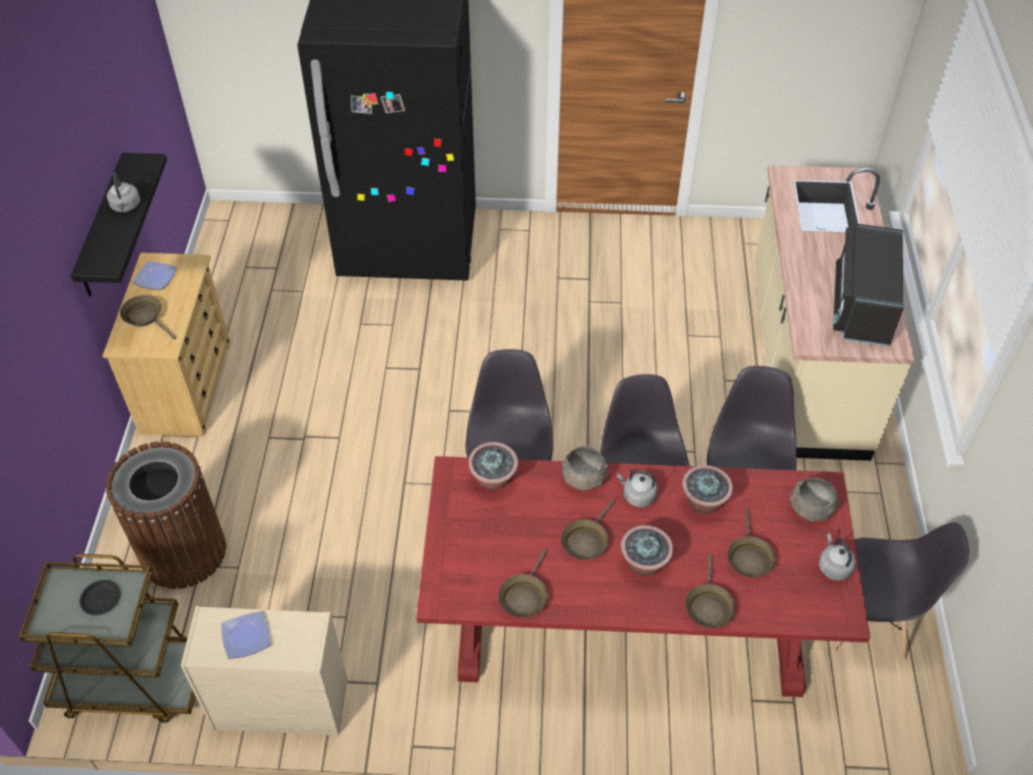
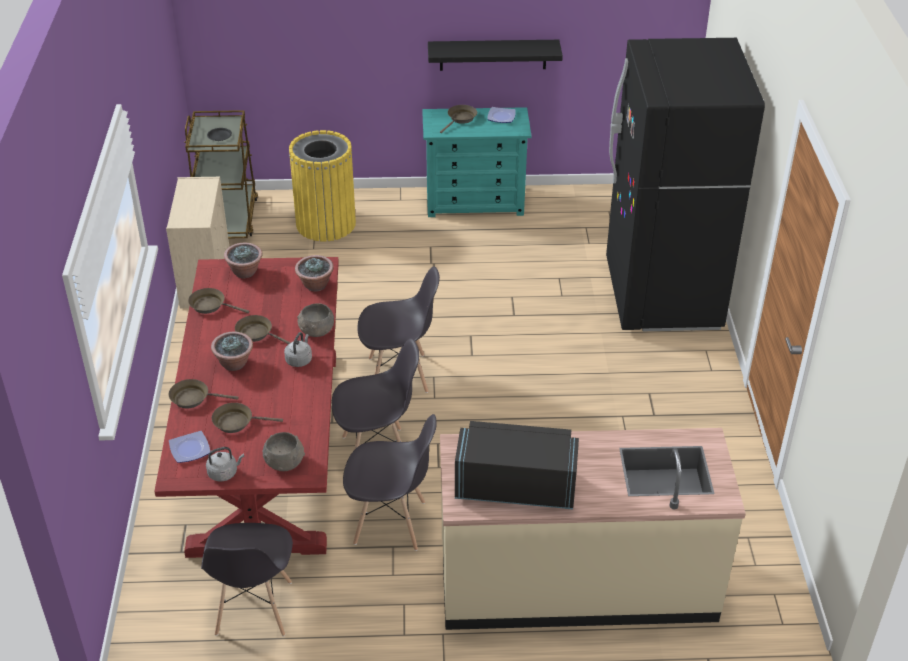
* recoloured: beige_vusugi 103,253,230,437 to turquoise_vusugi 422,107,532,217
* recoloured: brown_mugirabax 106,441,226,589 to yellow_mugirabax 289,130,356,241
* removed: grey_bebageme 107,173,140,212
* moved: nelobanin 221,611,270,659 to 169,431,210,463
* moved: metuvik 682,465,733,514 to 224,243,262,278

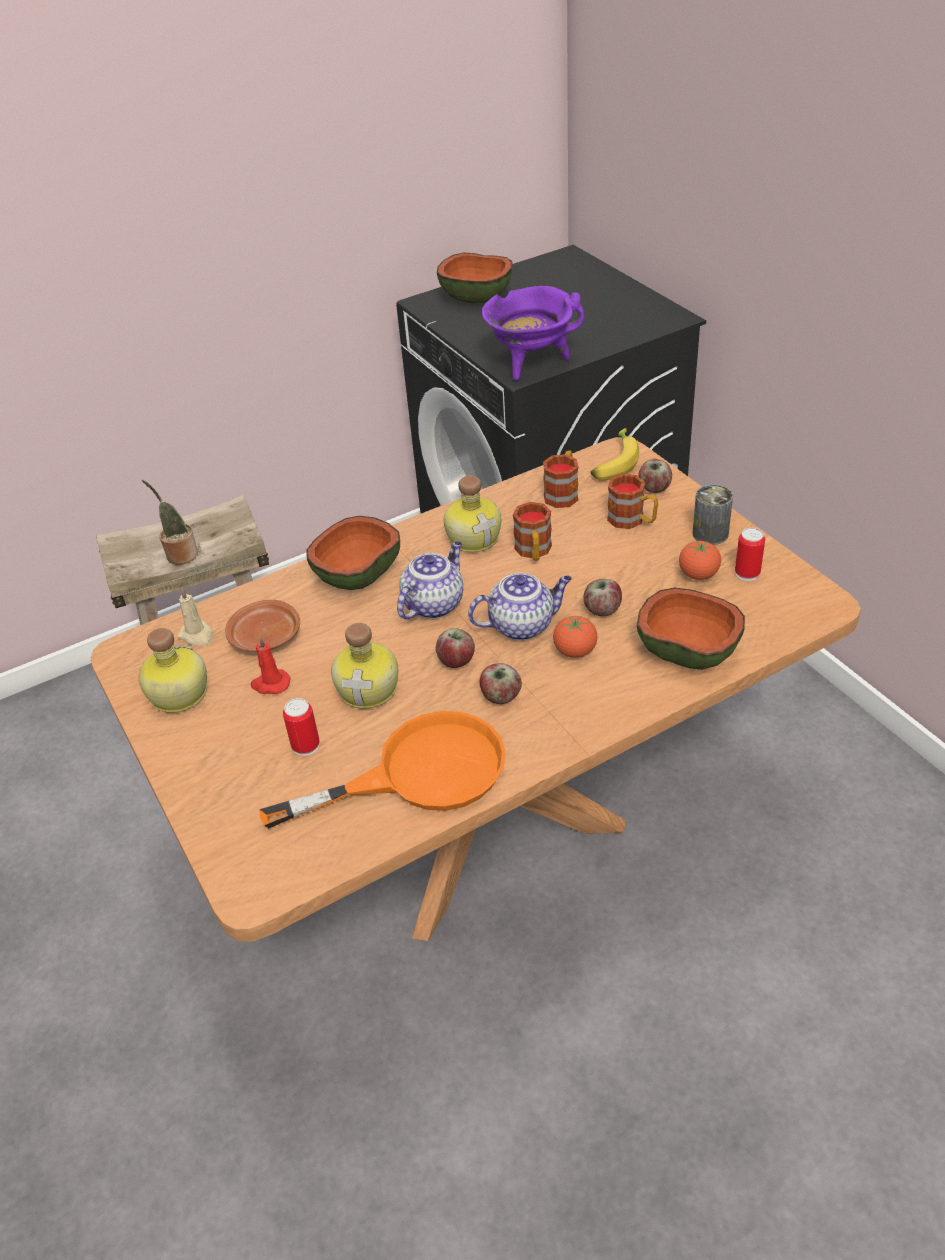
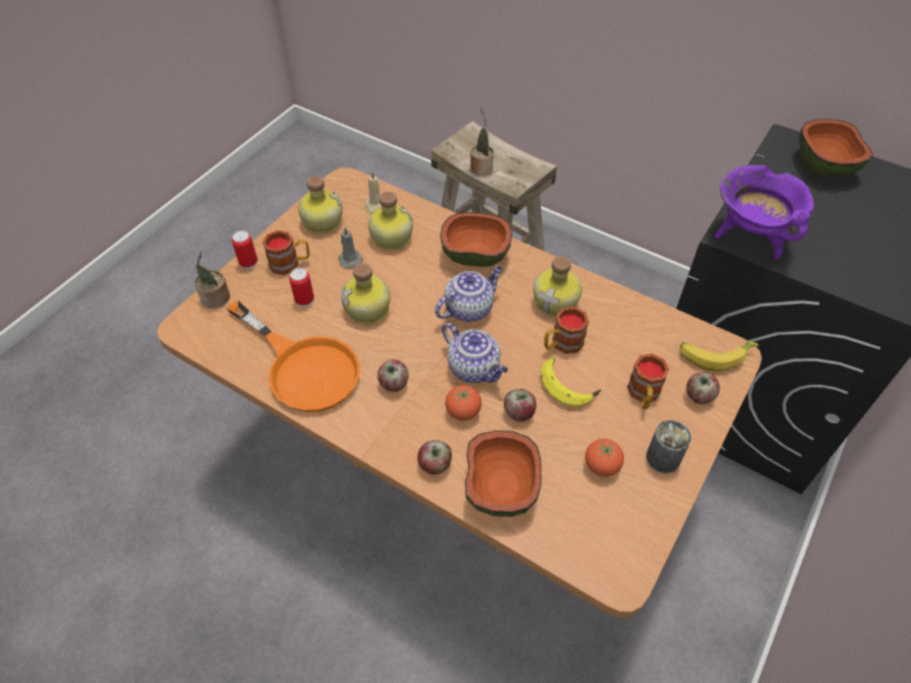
* replaced: brown_nelobanin 225,600,300,652 to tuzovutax 368,192,413,250
* recoloured: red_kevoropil 251,636,291,694 to grey_kevoropil 338,227,363,268
* turned: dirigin 397,541,463,619 = 435,266,503,322 45 degrees counterclockwise
* moved: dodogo 436,628,475,668 to 417,440,452,475
* moved: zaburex 543,450,578,508 to 262,230,310,275
* moved: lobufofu 735,528,765,581 to 232,231,258,269
* added: metuvik 195,251,230,308
* added: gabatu 541,358,601,406

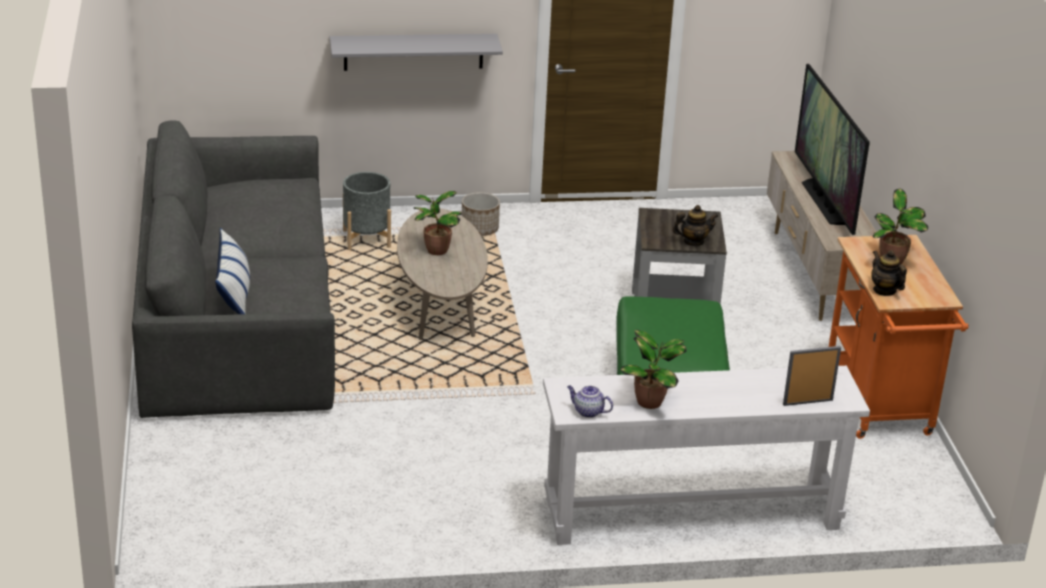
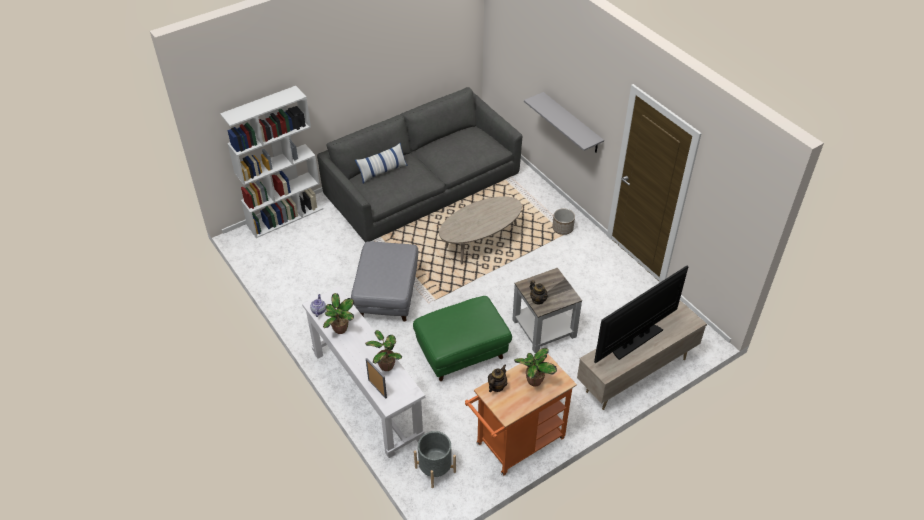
* moved: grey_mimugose 343,172,391,250 to 414,431,456,488
* moved: metuvik 413,191,462,255 to 365,330,402,371
* added: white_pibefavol 220,86,323,238
* added: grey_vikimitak 351,241,418,322

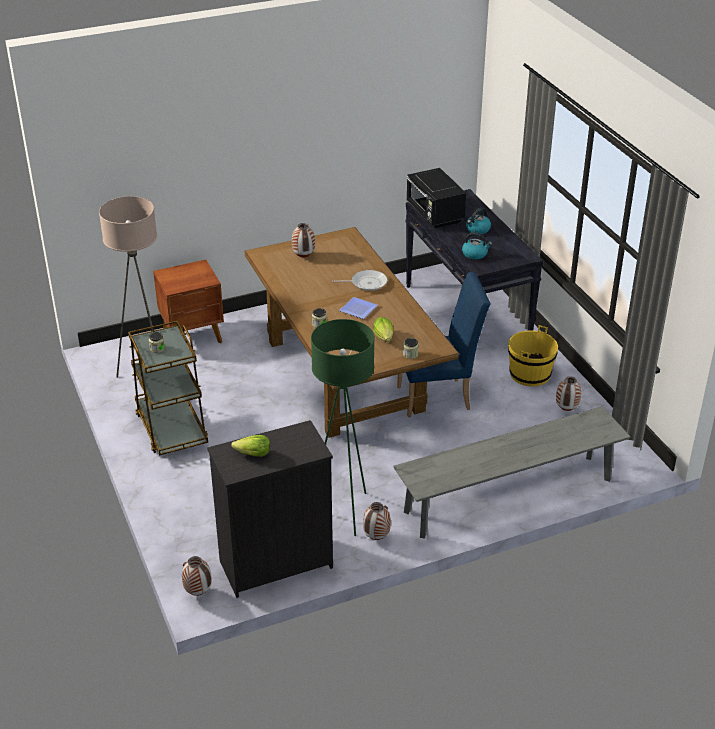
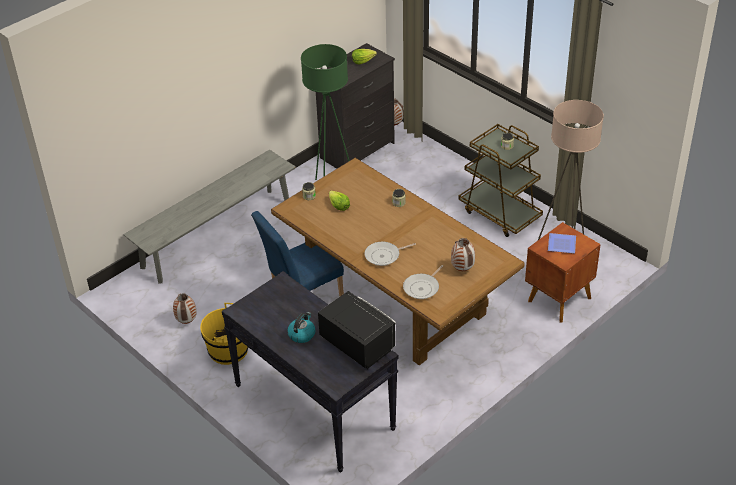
* moved: nelobanin 339,297,378,319 to 548,233,576,253
* removed: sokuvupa 363,502,391,540
* removed: bebageme 462,232,492,260
* added: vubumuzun 403,265,443,299

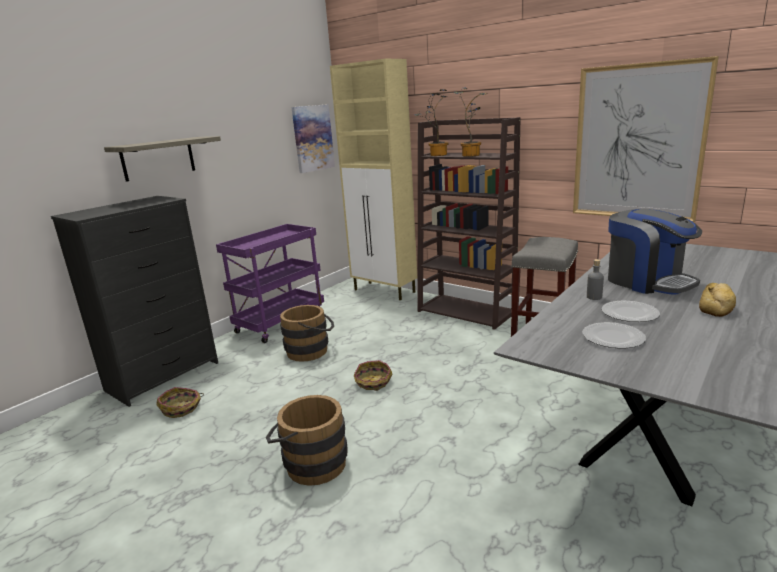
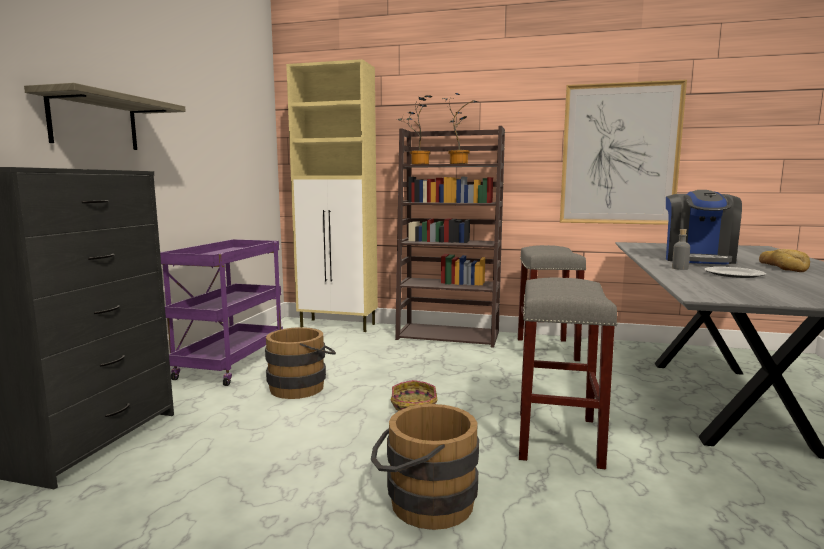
* removed: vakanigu 156,387,204,418
* removed: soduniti 291,104,335,173
* removed: nelobanin 582,322,646,348
* turned: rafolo 608,209,702,295 = 666,190,742,265 75 degrees clockwise
* added: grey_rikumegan 519,277,618,469

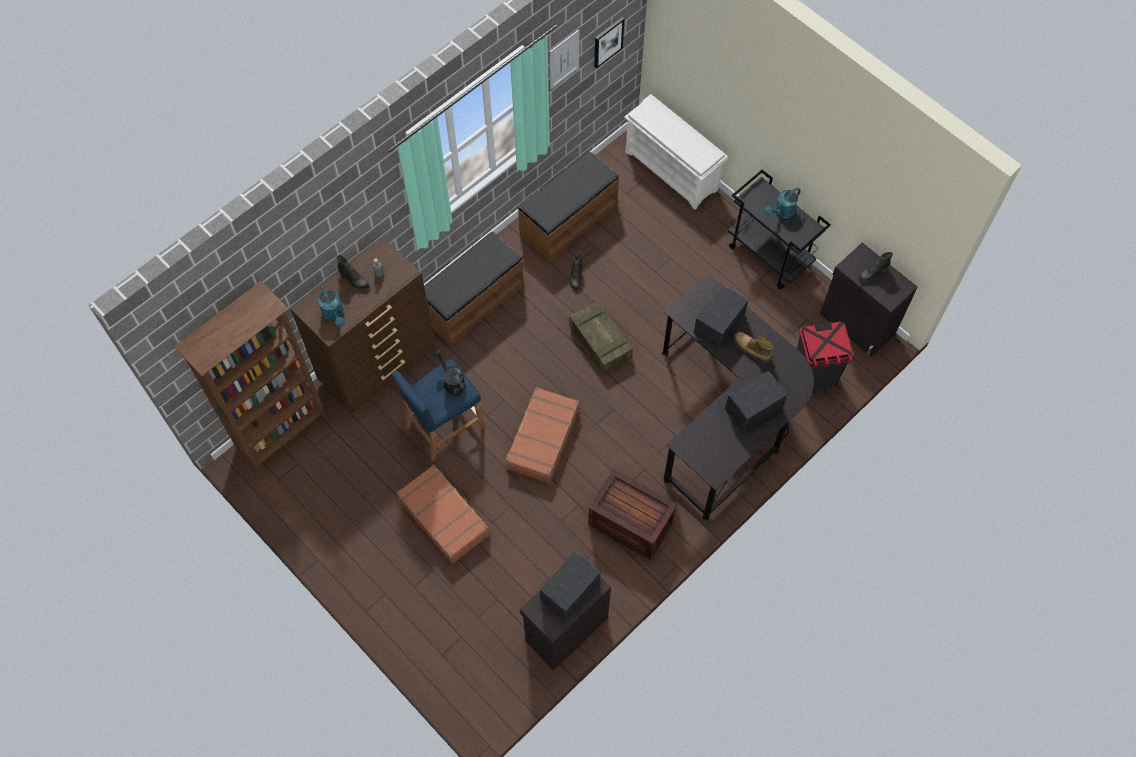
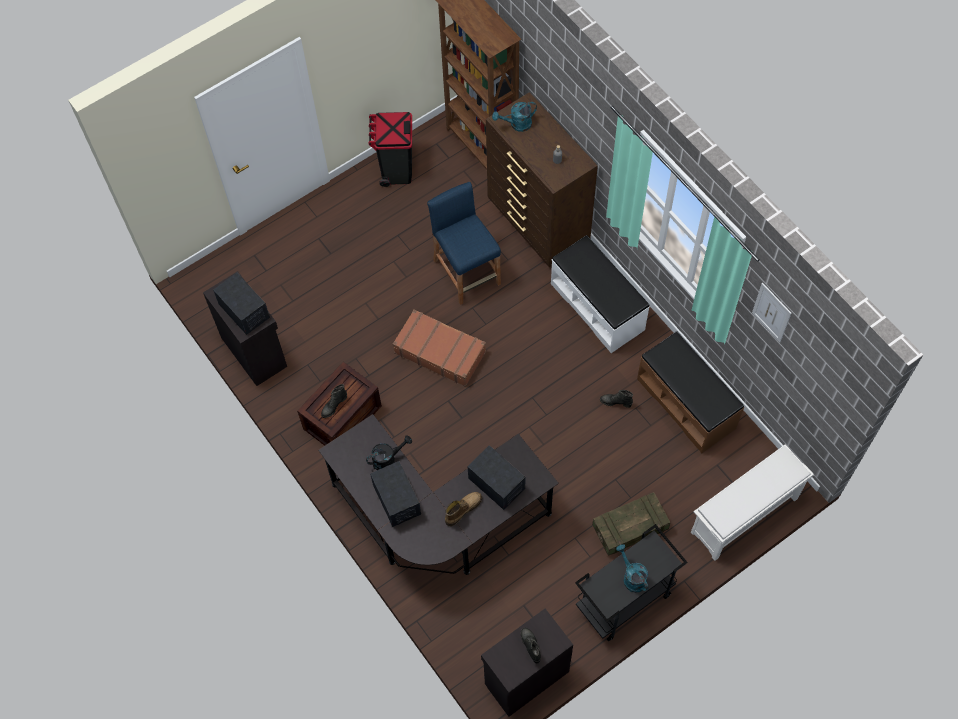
* moved: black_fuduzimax 336,255,369,290 to 321,384,347,418
* removed: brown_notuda 396,465,489,564
* recoloured: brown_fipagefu 424,231,524,346 to white_fipagefu 551,235,650,353
* moved: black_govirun 434,350,466,396 to 366,435,412,470
* moved: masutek 569,301,633,373 to 592,492,671,556
* removed: soduniti 594,17,625,69
* moved: black_mugirabax 797,322,853,391 to 368,112,412,187

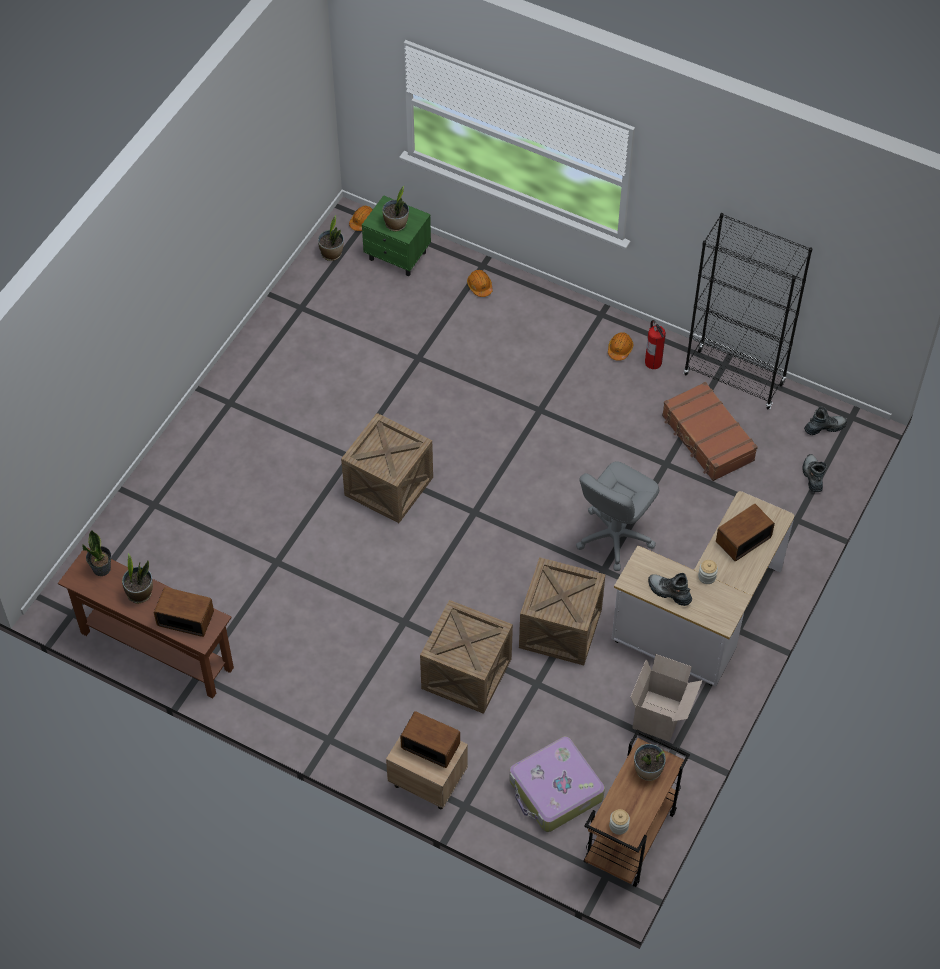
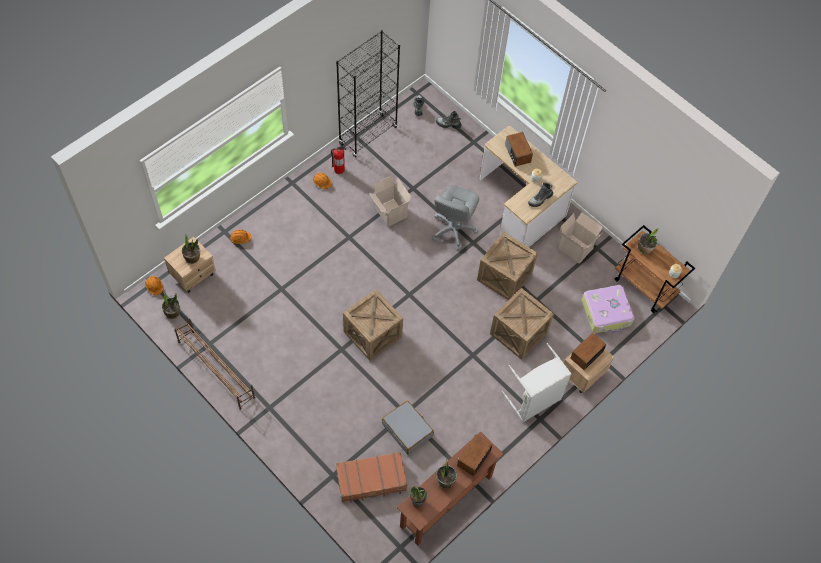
* recoloured: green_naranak 362,195,431,276 to beige_naranak 164,237,216,293
* turned: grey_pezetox 576,461,659,571 = 432,185,479,250 60 degrees clockwise
* moved: brown_notuda 662,382,758,481 to 336,452,407,503
* added: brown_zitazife 174,318,255,410
* added: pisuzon 369,176,411,227
* added: grey_notuda 382,400,434,455
* added: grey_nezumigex 502,343,571,422

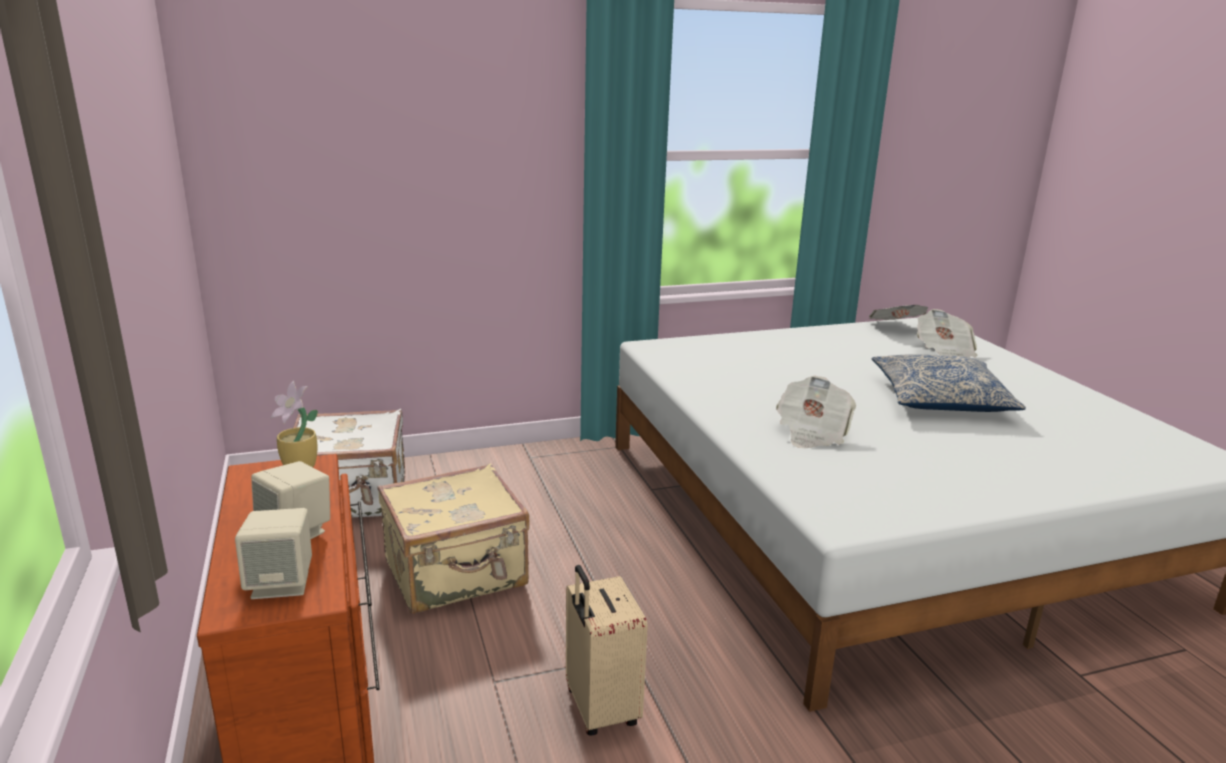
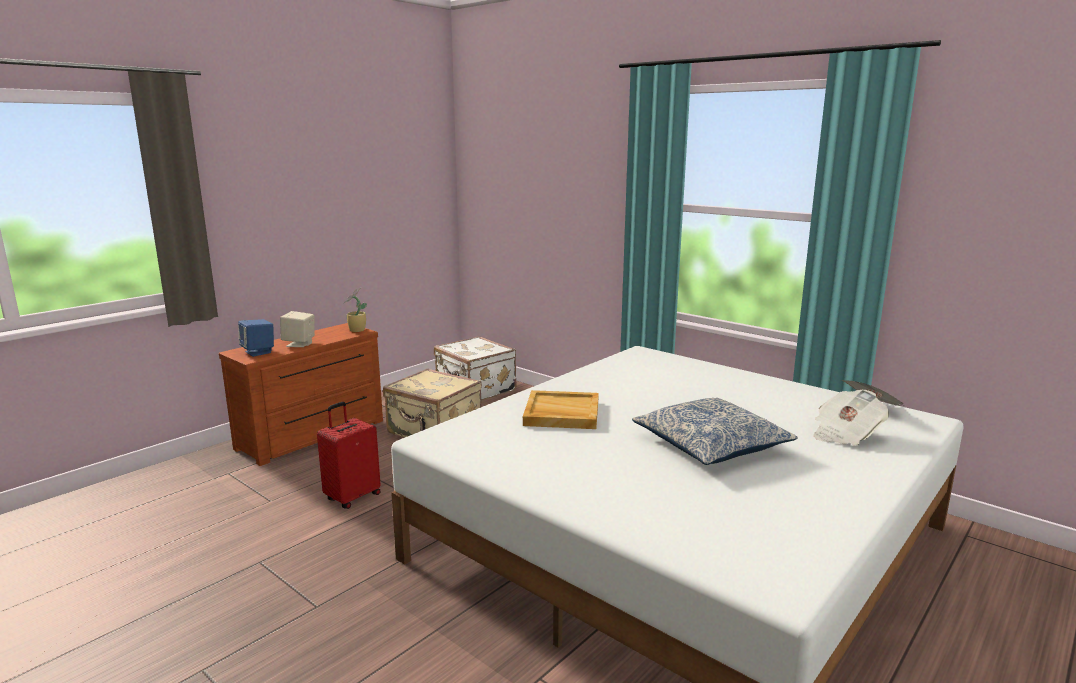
* recoloured: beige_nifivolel 235,508,312,599 to blue_nifivolel 238,319,274,357
* recoloured: beige_notuda 566,565,648,736 to red_notuda 317,402,381,509
* replaced: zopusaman 776,376,856,448 to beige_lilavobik 523,390,599,429

